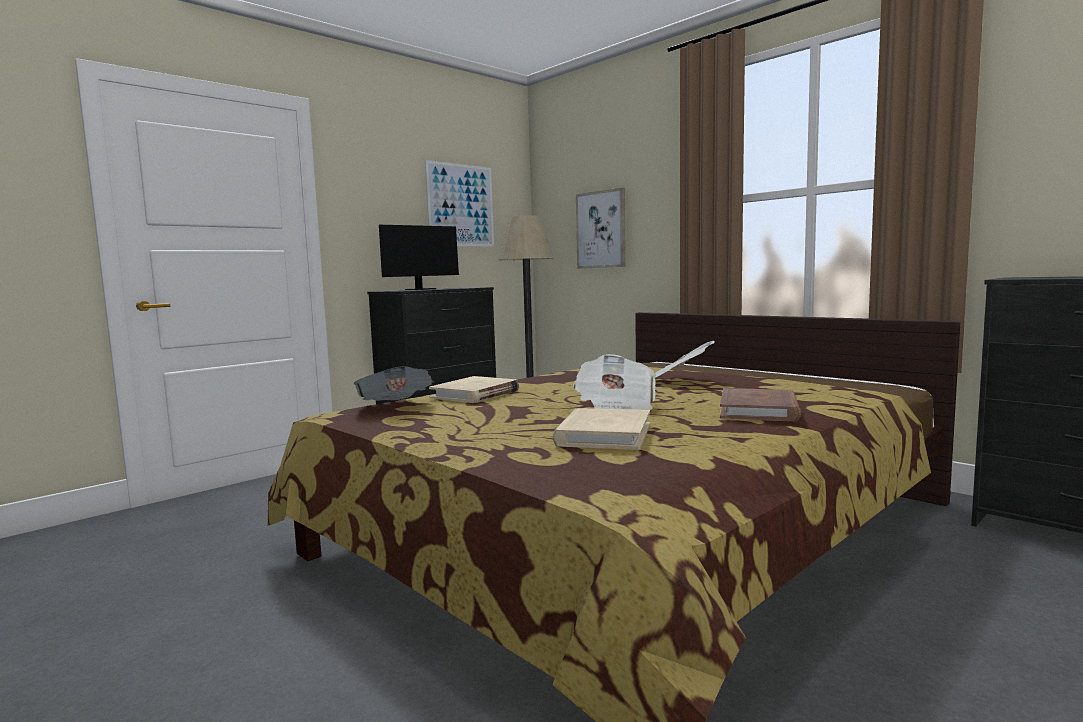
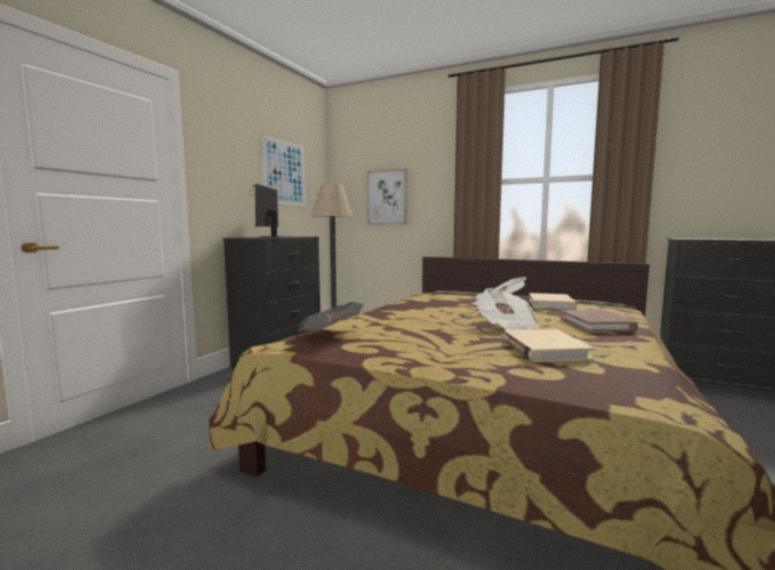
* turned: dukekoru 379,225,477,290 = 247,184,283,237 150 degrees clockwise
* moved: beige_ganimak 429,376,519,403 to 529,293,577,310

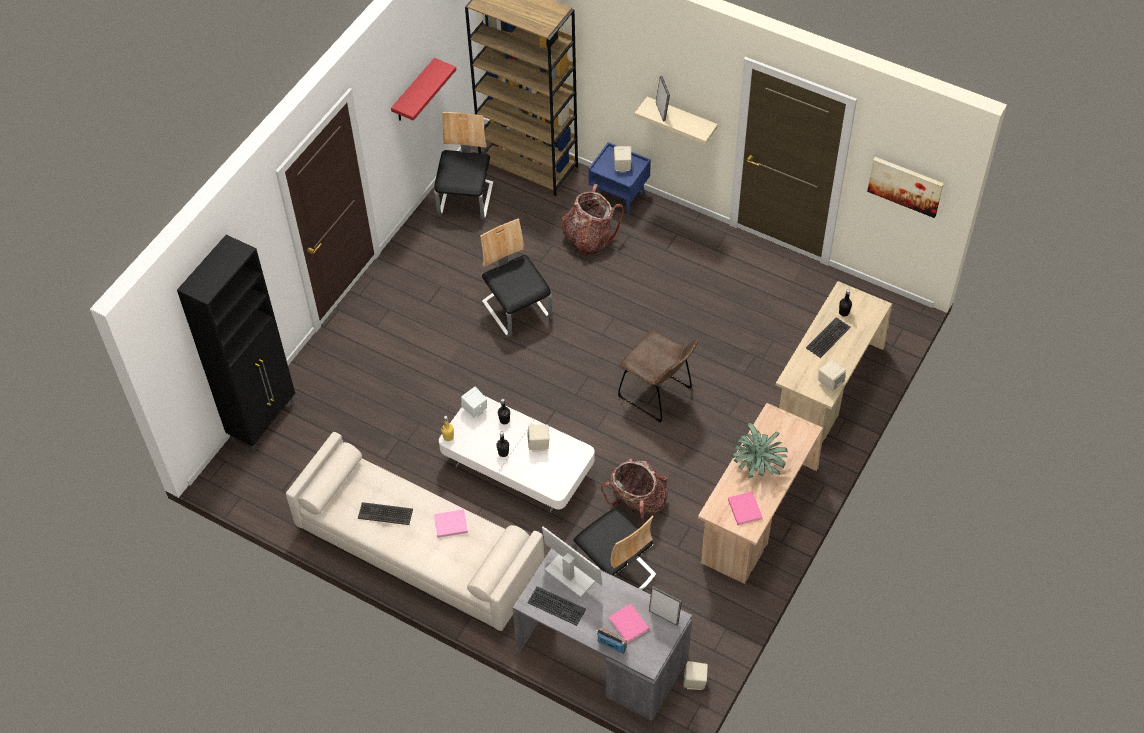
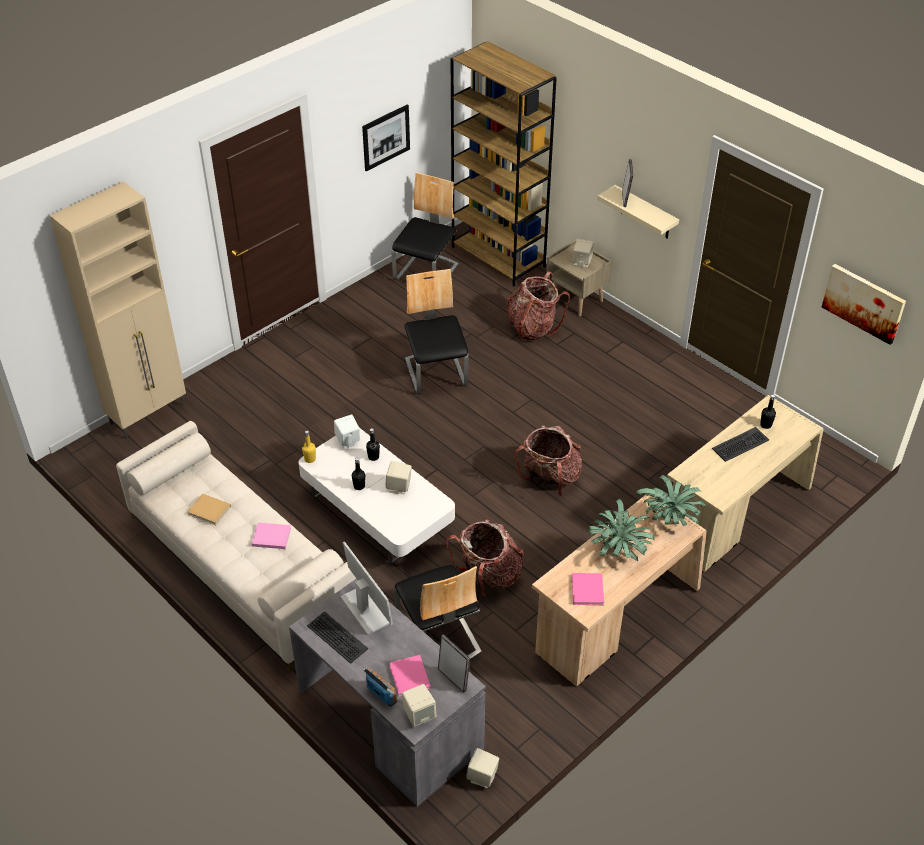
* recoloured: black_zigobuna 177,235,295,453 to beige_zigobuna 49,181,186,439
* replaced: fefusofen 358,502,413,525 to beige_ganimak 188,494,231,525
* replaced: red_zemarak 391,58,456,121 to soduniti 362,104,410,172
* recoloured: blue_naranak 589,142,651,216 to beige_naranak 546,240,612,316
* replaced: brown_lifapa 618,332,698,422 to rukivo 515,426,582,497
* moved: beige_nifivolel 818,360,846,392 to 402,684,436,727
* added: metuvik 636,475,706,526

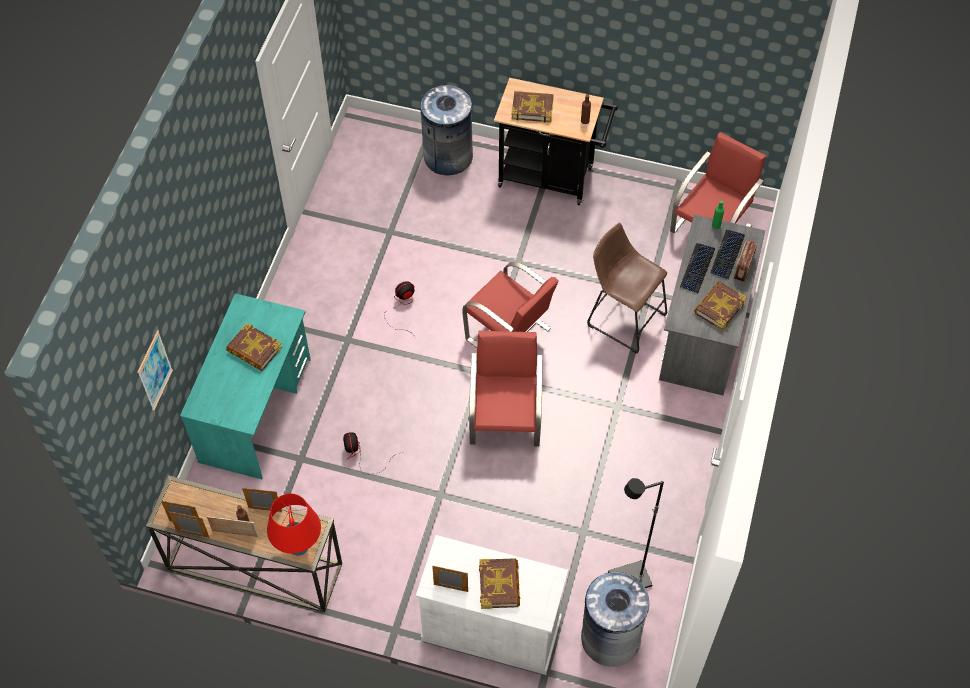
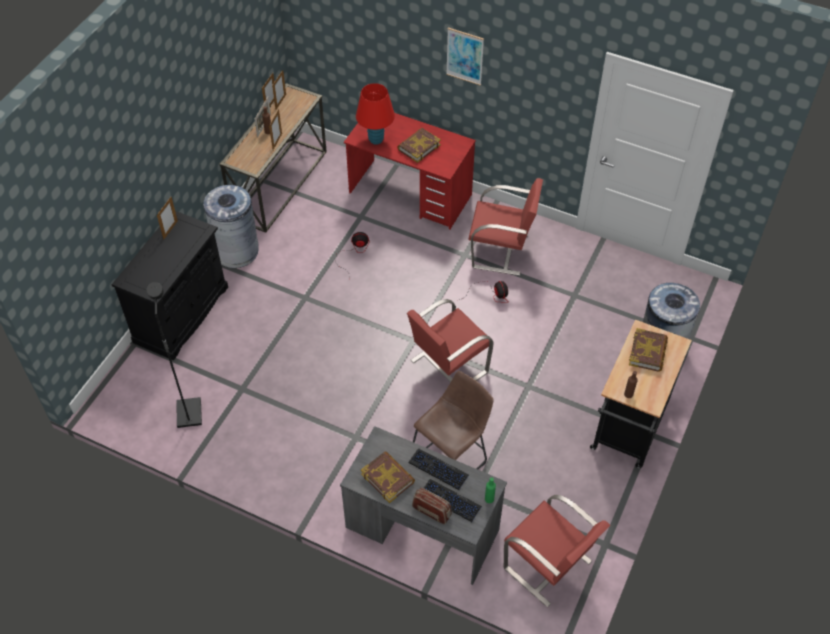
* moved: soduniti 137,330,173,411 to 446,28,484,86
* recoloured: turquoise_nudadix 180,293,311,479 to red_nudadix 344,113,476,230
* moved: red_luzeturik 267,494,321,556 to 356,83,395,145
* recoloured: white_zigobuna 416,535,568,675 to black_zigobuna 112,211,228,360
* moved: red_lifapa 469,330,543,446 to 469,178,543,276
* removed: ganimak 479,558,520,609
* moved: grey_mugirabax 581,572,649,667 to 203,185,259,268

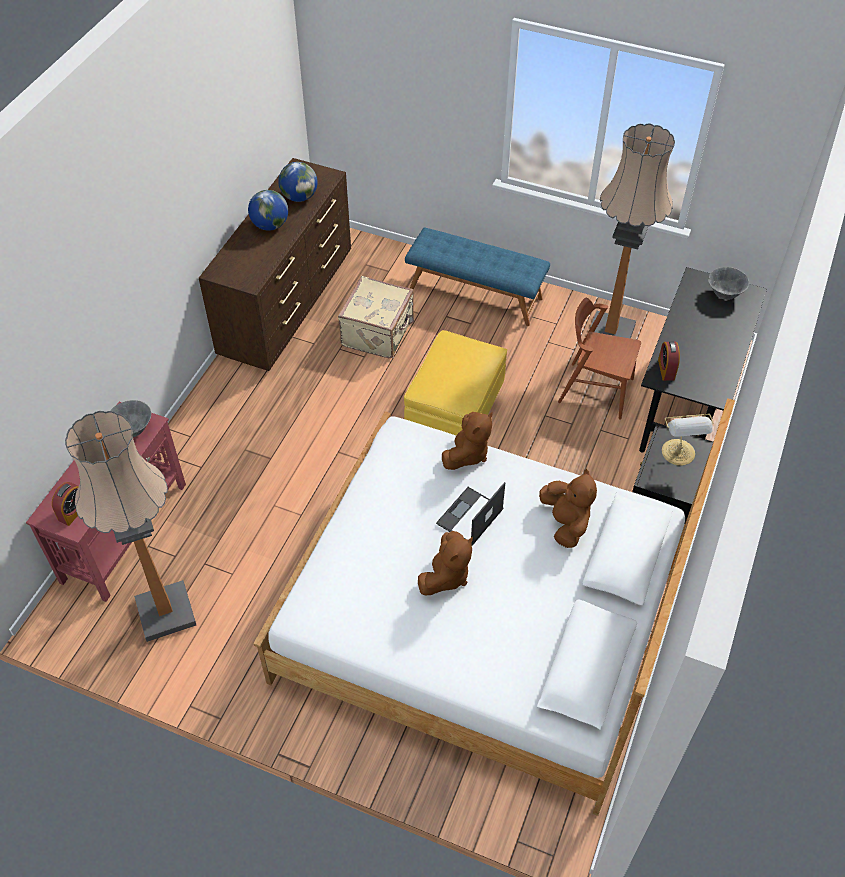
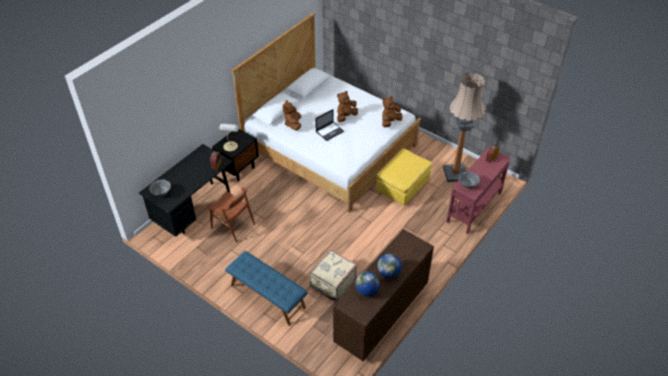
* moved: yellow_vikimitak 404,330,507,435 to 376,148,432,205
* moved: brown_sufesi 442,412,493,470 to 382,96,402,127
* removed: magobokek 589,123,675,339

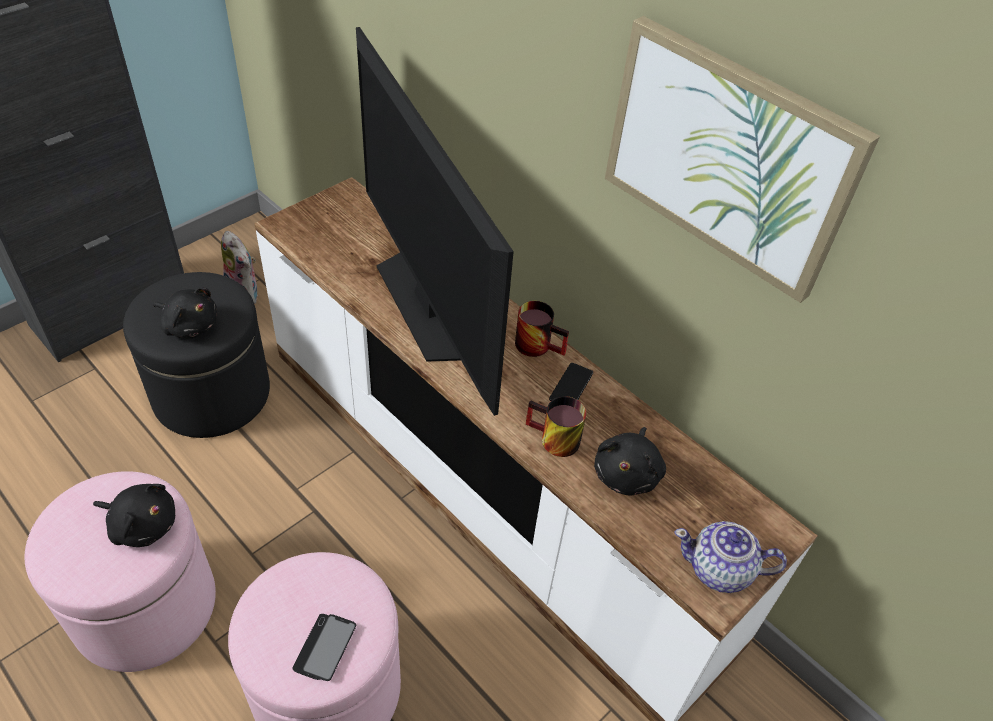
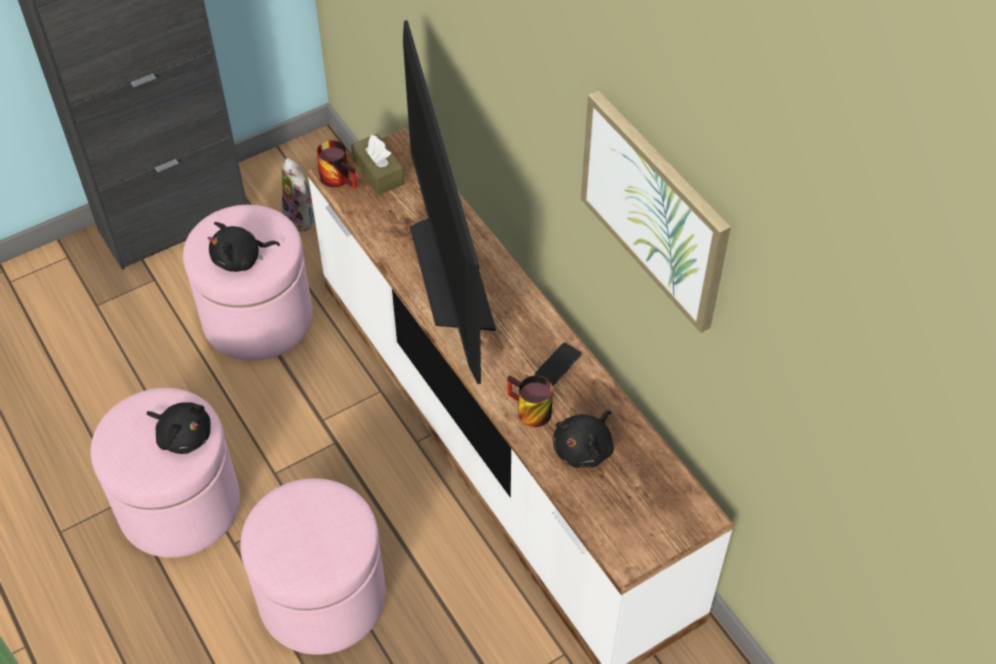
* recoloured: black_vikimitak 123,272,270,438 to pink_vikimitak 183,205,313,361
* turned: black_sufesi 153,287,217,339 = 207,222,280,272 120 degrees clockwise
* removed: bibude 292,614,356,681
* moved: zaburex 515,301,569,357 to 316,140,357,189
* removed: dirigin 674,521,787,593
* added: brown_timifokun 351,134,404,195

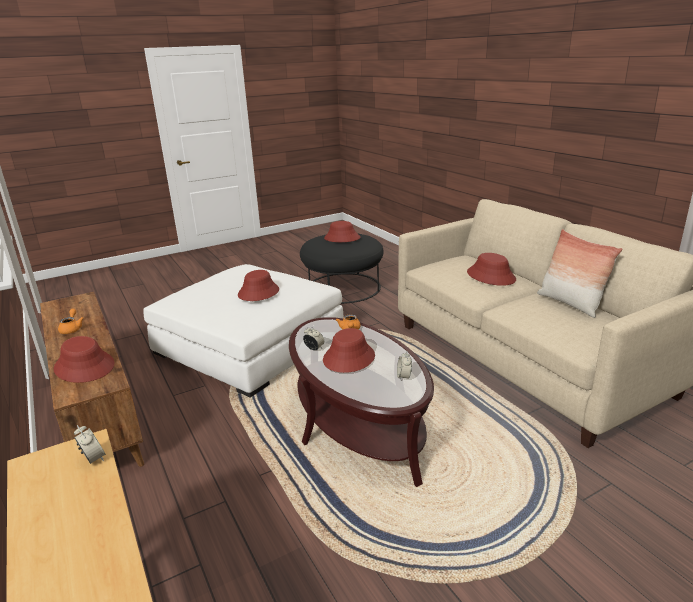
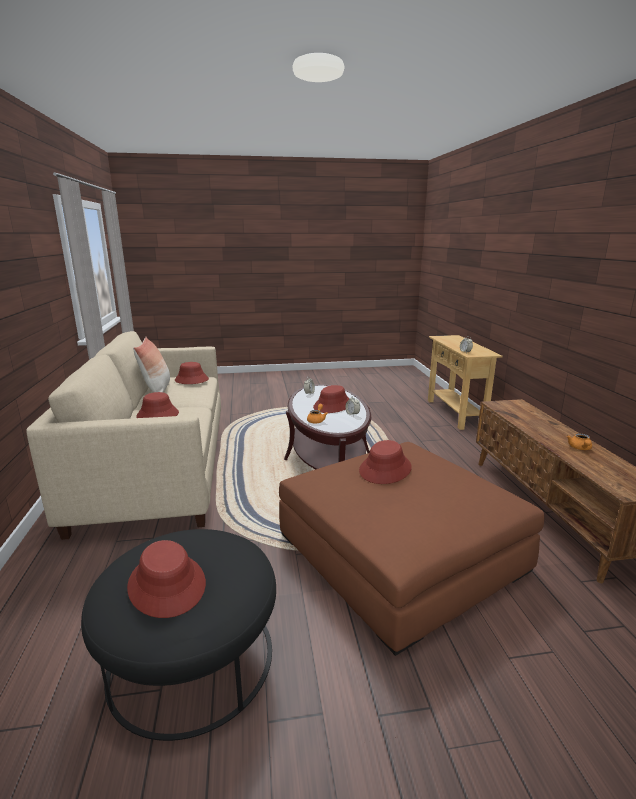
* moved: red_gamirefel 54,336,115,383 to 175,362,209,384
* recoloured: white_vikimitak 143,264,344,398 to brown_vikimitak 279,442,544,656

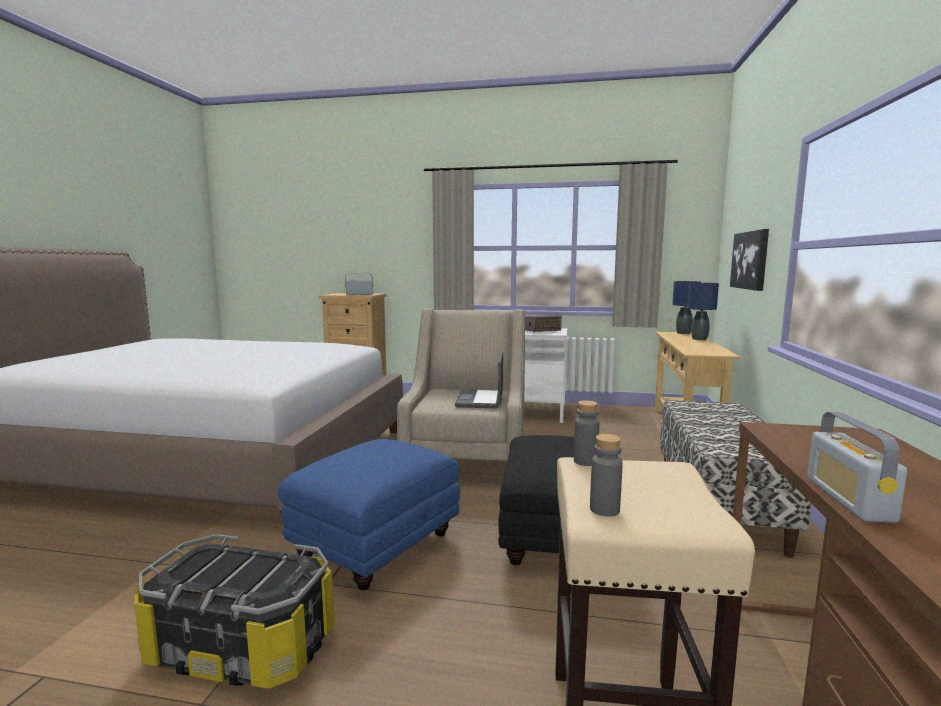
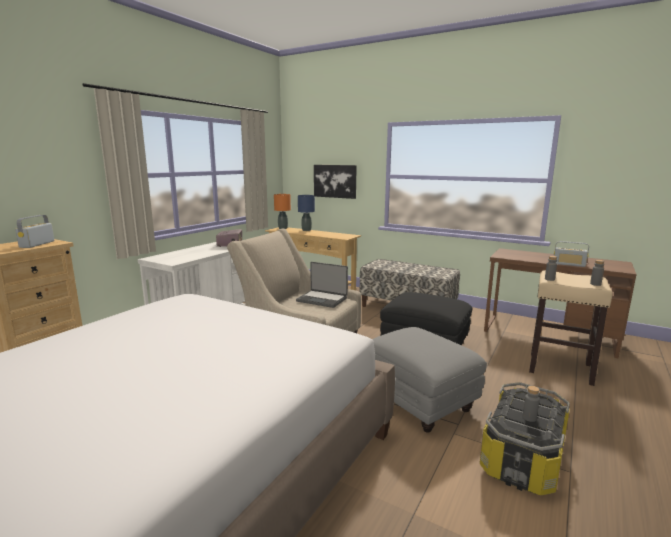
* recoloured: blue_vikimitak 278,439,461,590 to grey_vikimitak 372,327,487,433
* recoloured: blue_luzeturik 672,281,701,334 to orange_luzeturik 274,194,291,229
* added: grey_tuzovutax 523,386,540,422

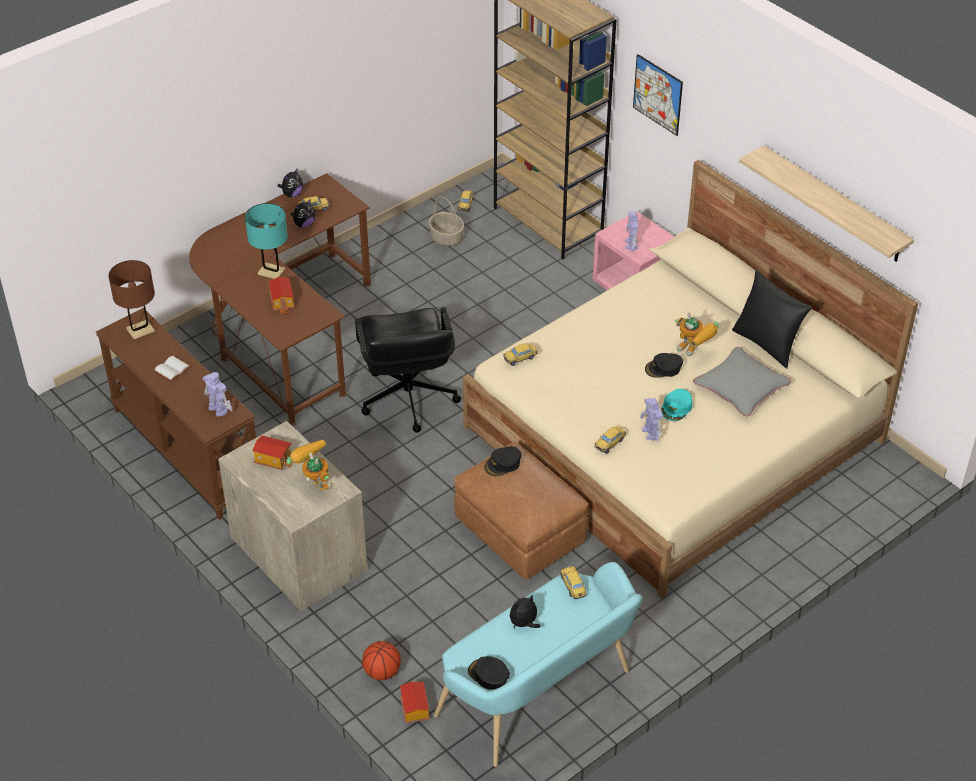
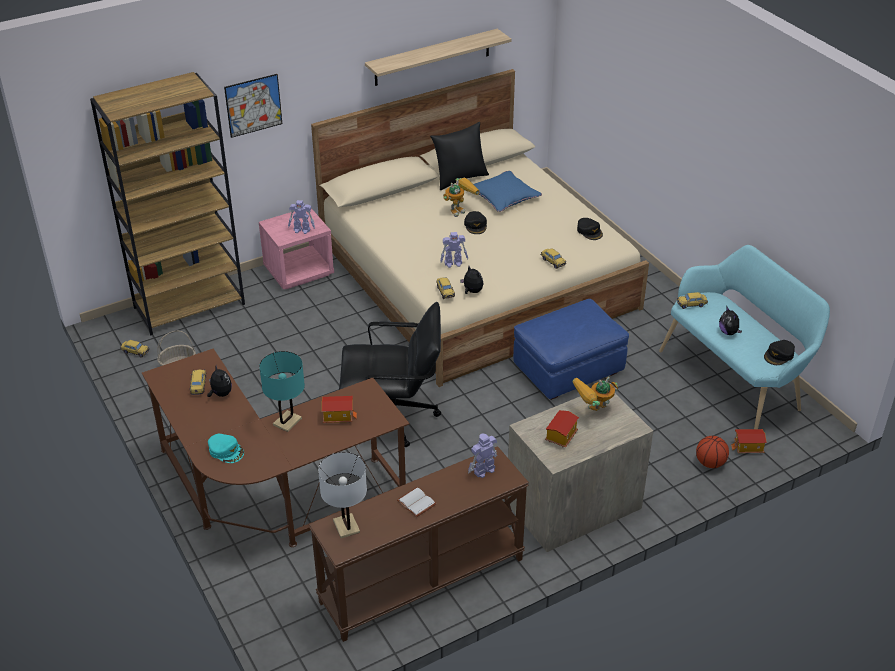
* recoloured: brown_luzeturik 108,260,155,339 to white_luzeturik 318,452,367,538
* moved: sufesi 278,168,303,197 to 460,266,483,294
* recoloured: brown_vikimitak 454,442,588,580 to blue_vikimitak 513,299,629,400
* moved: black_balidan 484,446,521,476 to 577,218,603,240
* moved: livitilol 640,398,663,442 to 440,232,468,268
* moved: turquoise_balidan 661,389,693,421 to 208,434,244,463
* recoloured: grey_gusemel 693,347,791,417 to blue_gusemel 474,171,542,212

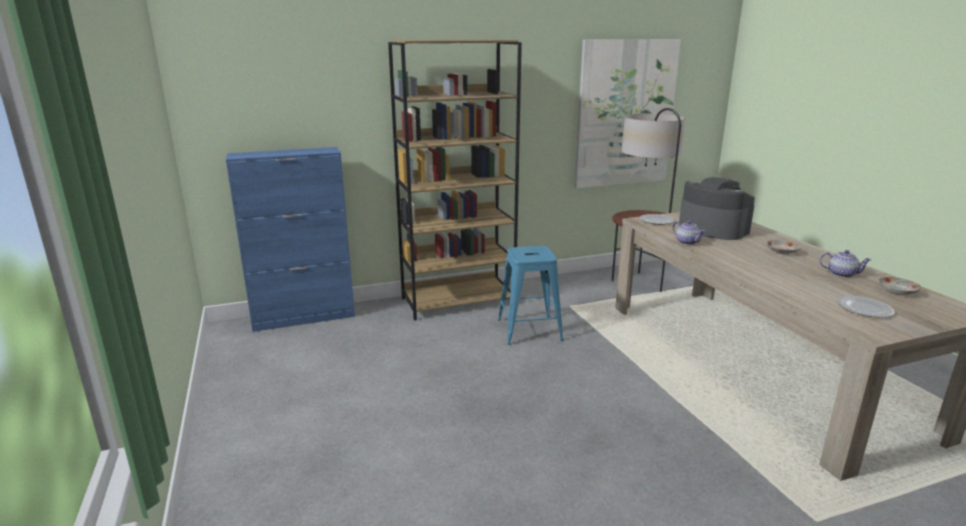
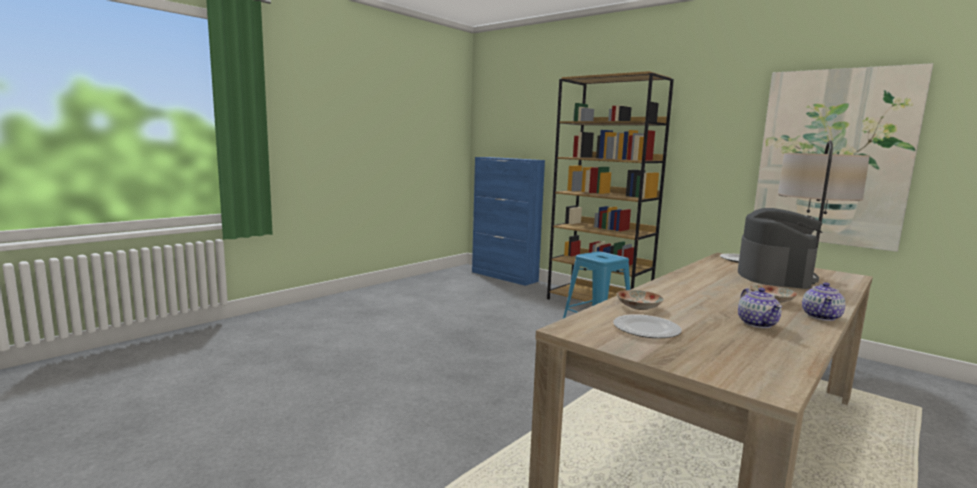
* moved: dirigin 672,221,705,245 to 802,282,846,321
* moved: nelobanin 879,277,922,295 to 617,290,664,310

